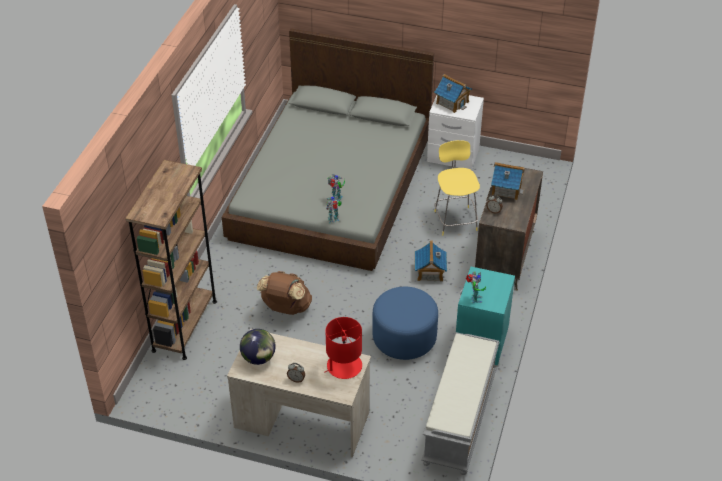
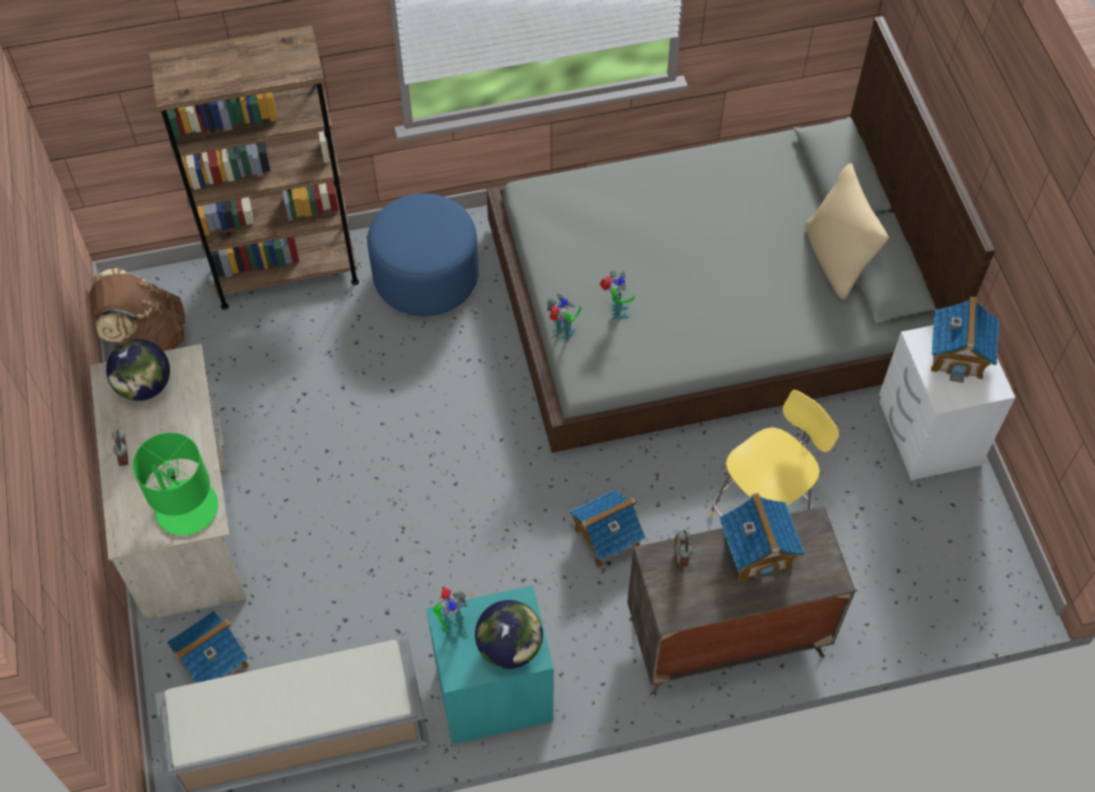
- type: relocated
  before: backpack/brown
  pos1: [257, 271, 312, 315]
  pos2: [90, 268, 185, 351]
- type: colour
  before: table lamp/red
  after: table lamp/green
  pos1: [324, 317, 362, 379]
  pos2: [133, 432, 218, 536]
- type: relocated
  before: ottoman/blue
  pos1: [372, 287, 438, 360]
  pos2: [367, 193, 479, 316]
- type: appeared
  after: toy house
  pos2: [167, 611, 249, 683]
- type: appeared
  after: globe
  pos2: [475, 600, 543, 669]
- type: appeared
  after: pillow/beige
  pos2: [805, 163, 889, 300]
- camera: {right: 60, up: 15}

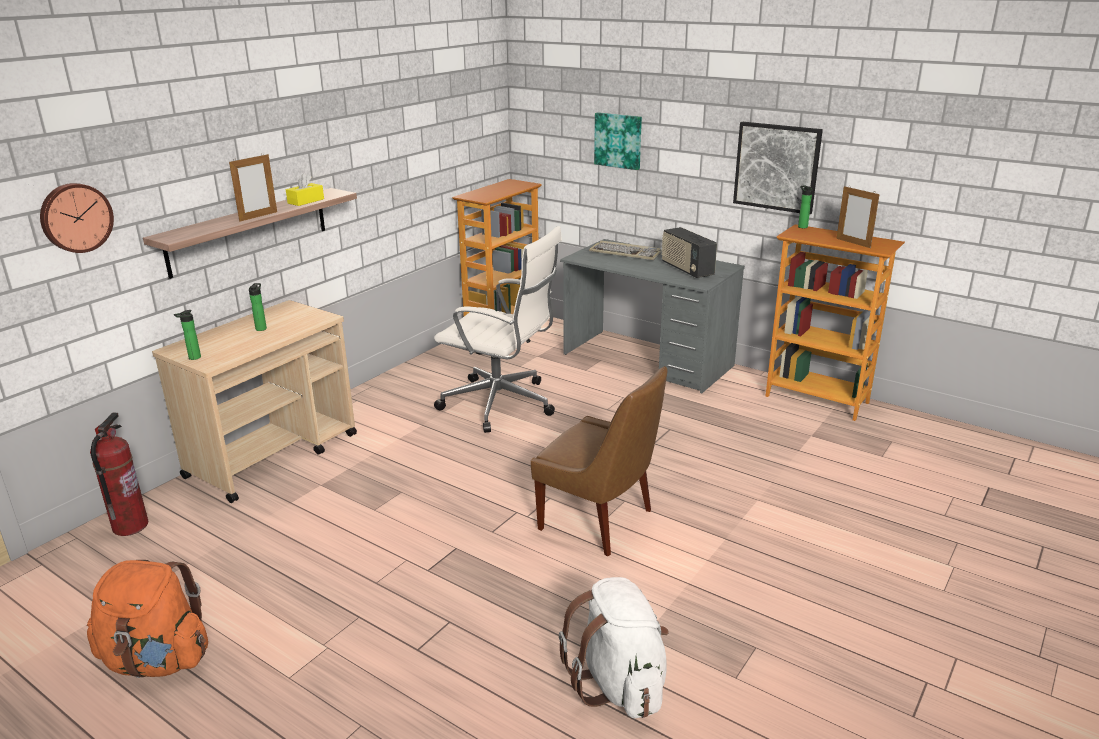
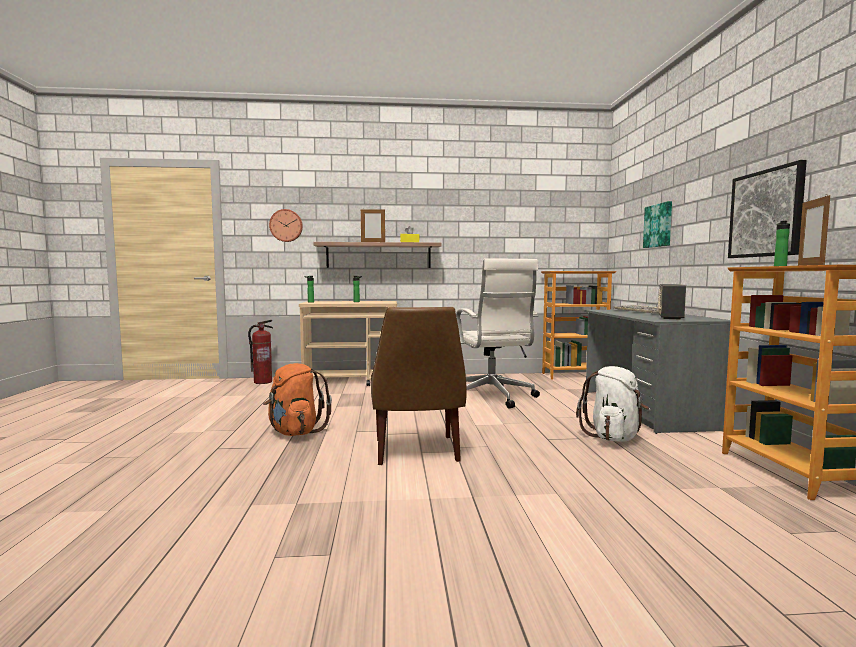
- type: relocated
  before: backpack/orange
  pos1: [87, 560, 208, 678]
  pos2: [263, 363, 332, 436]
- type: relocated
  before: backpack/white
  pos1: [559, 577, 669, 718]
  pos2: [576, 366, 649, 442]
- camera: {right: 50, up: -20}

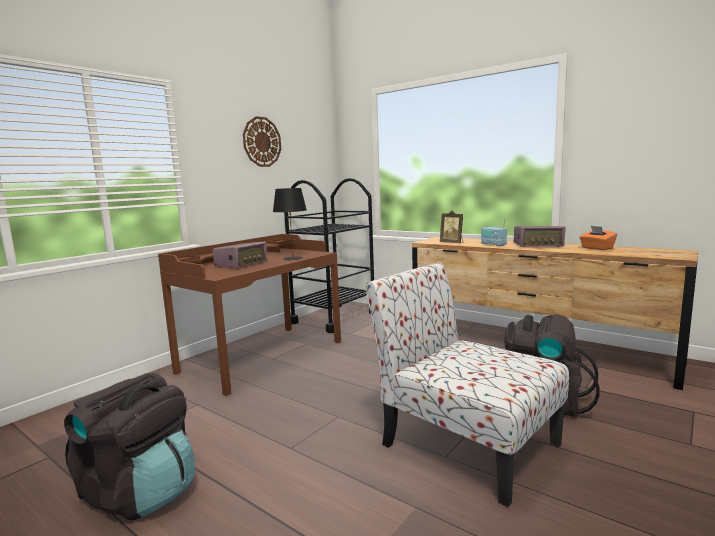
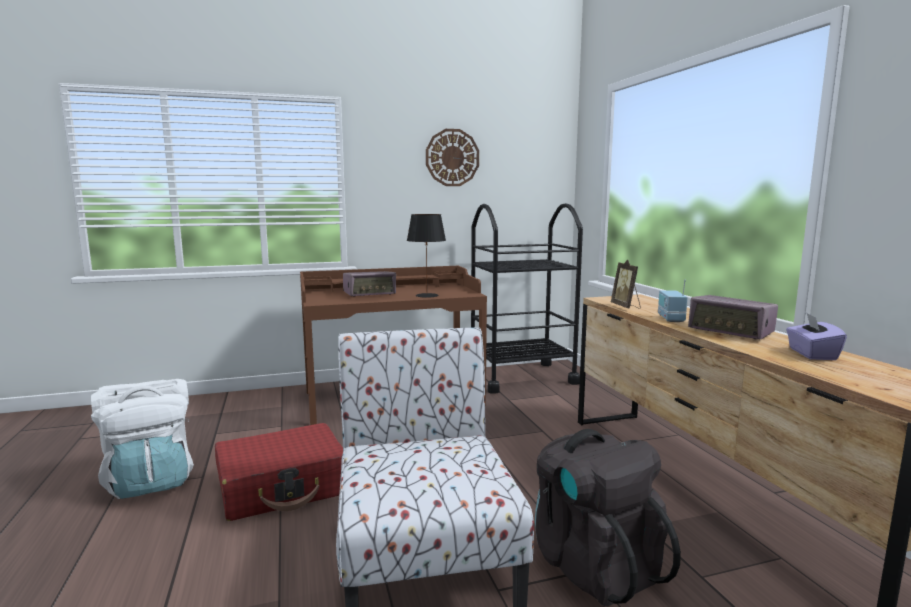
- type: colour
  before: backpack/black
  after: backpack/white
  pos1: [64, 373, 195, 520]
  pos2: [91, 379, 194, 499]
- type: colour
  before: tissue box/orange
  after: tissue box/purple
  pos1: [579, 226, 617, 250]
  pos2: [786, 312, 847, 360]
- type: appeared
  after: suitcase/red
  pos2: [215, 423, 343, 521]
- camera: {right: 35, up: 0}

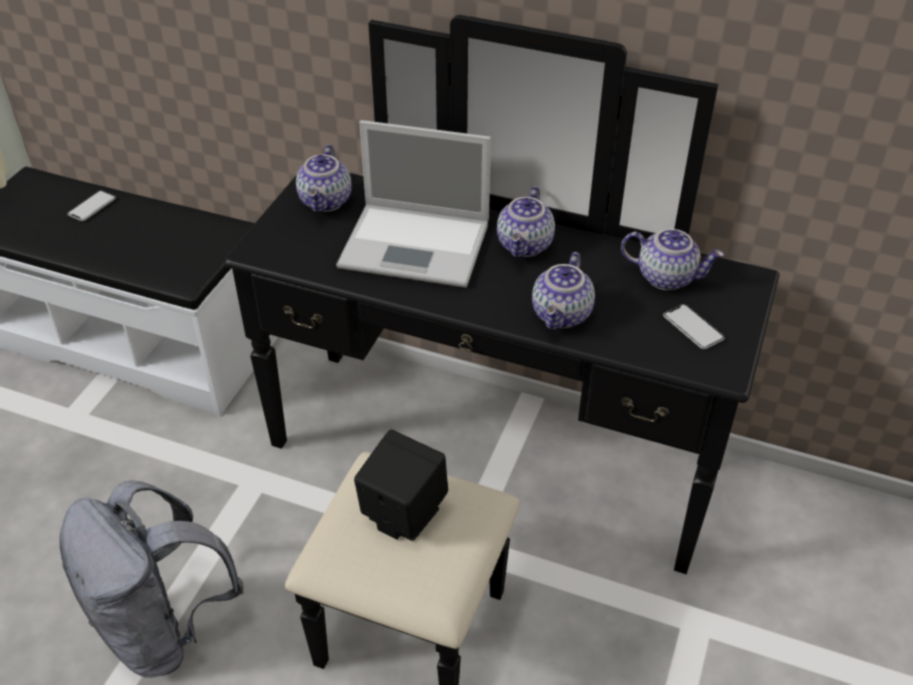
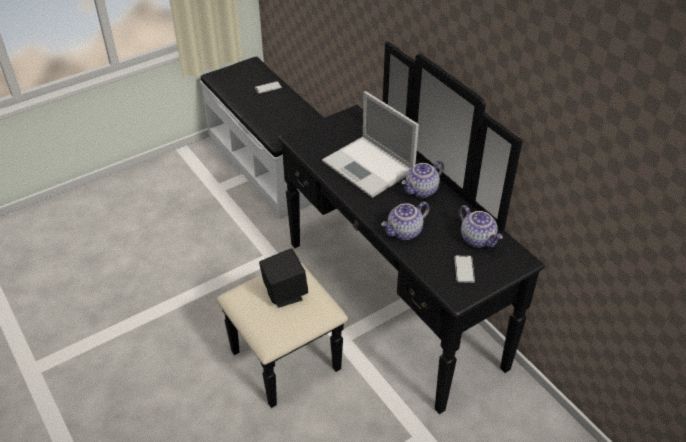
- type: missing
  before: backpack/grey
  pos1: [59, 480, 244, 678]
- type: missing
  before: teapot
  pos1: [296, 144, 352, 213]
- camera: {right: 35, up: 0}

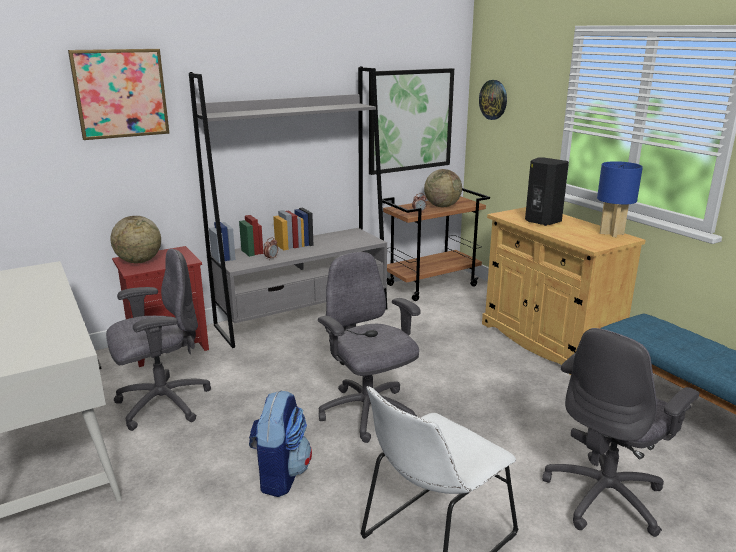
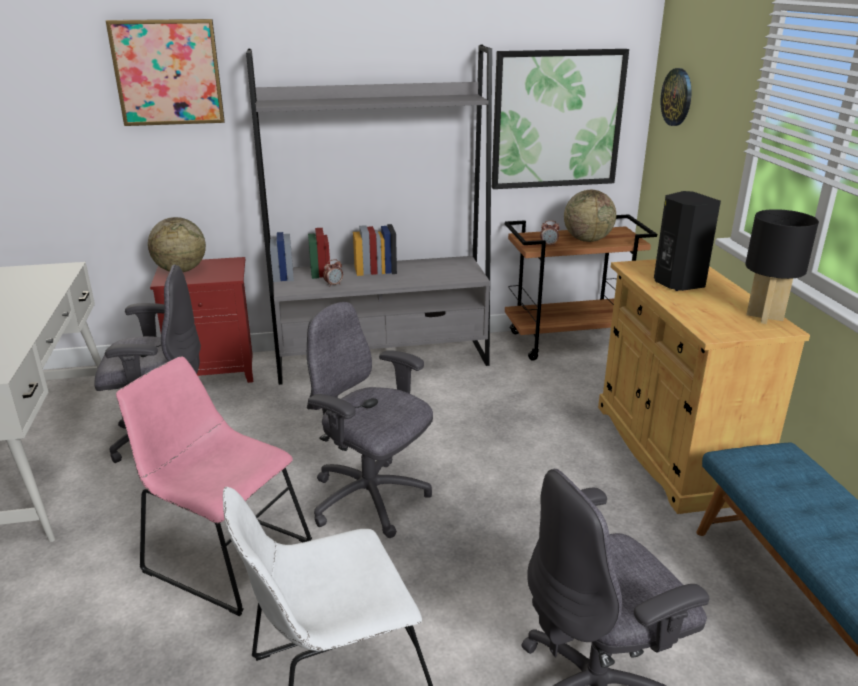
- type: exchanged
  before: backpack
  after: chair/pink
  pos1: [249, 390, 312, 497]
  pos2: [116, 356, 312, 616]
- type: spun
  before: office chair/grey
  pos1: [318, 252, 421, 443]
  pos2: [307, 302, 433, 538]
  turn: -45
- type: colour
  before: table lamp/blue
  after: table lamp/black
  pos1: [597, 161, 643, 237]
  pos2: [745, 209, 819, 324]
- camera: {right: 20, up: 5}

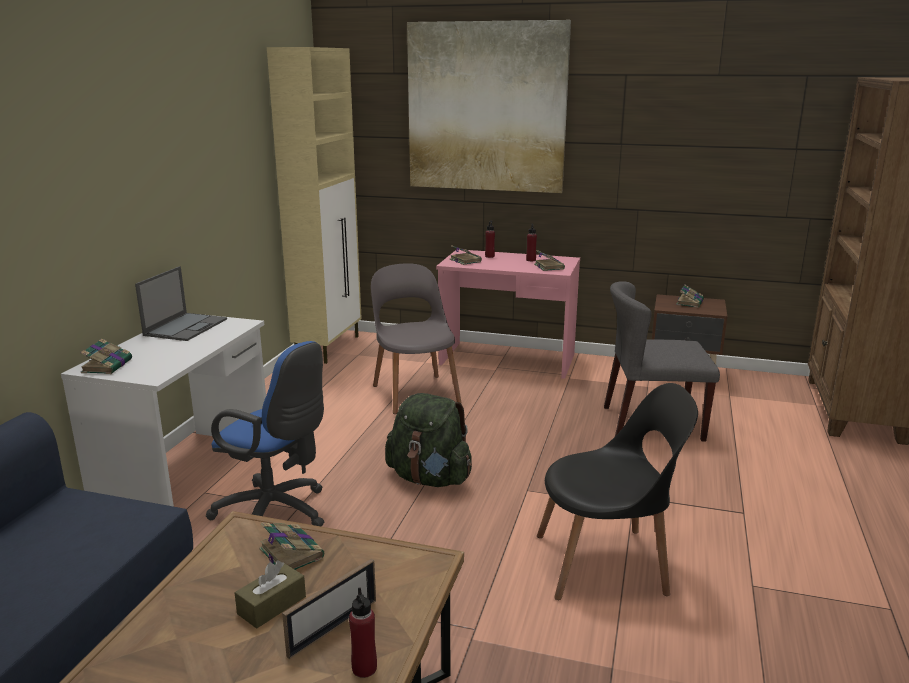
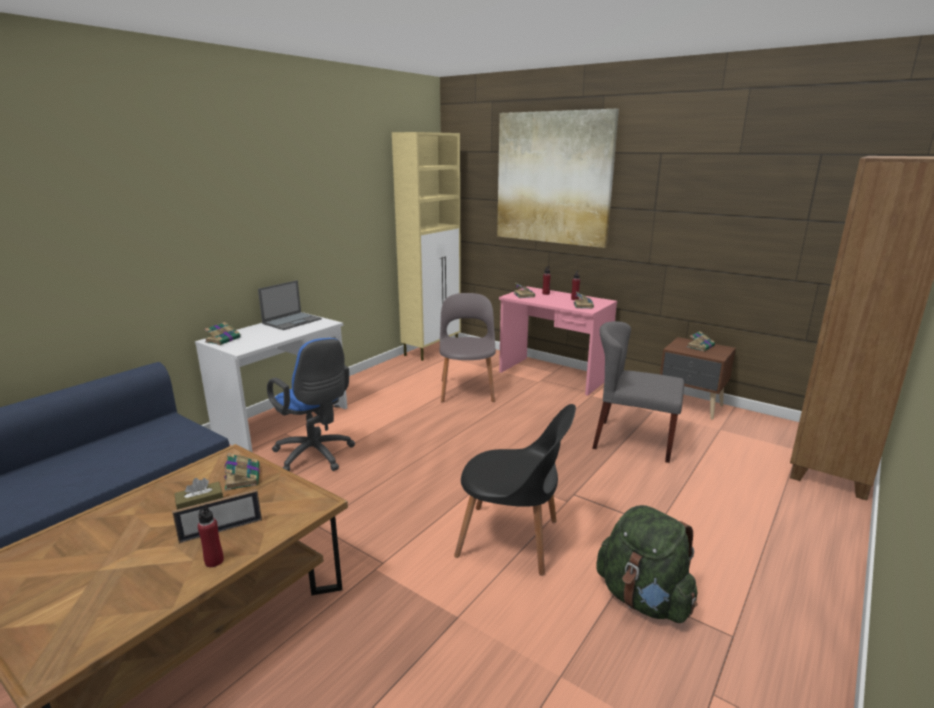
- type: relocated
  before: backpack/green
  pos1: [385, 393, 472, 487]
  pos2: [596, 505, 697, 623]
- camera: {right: 20, up: 0}

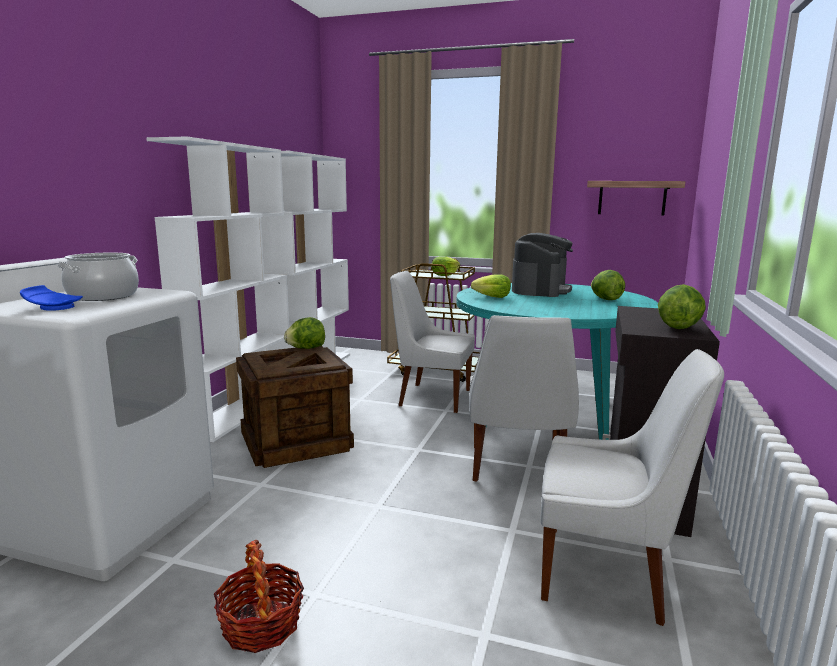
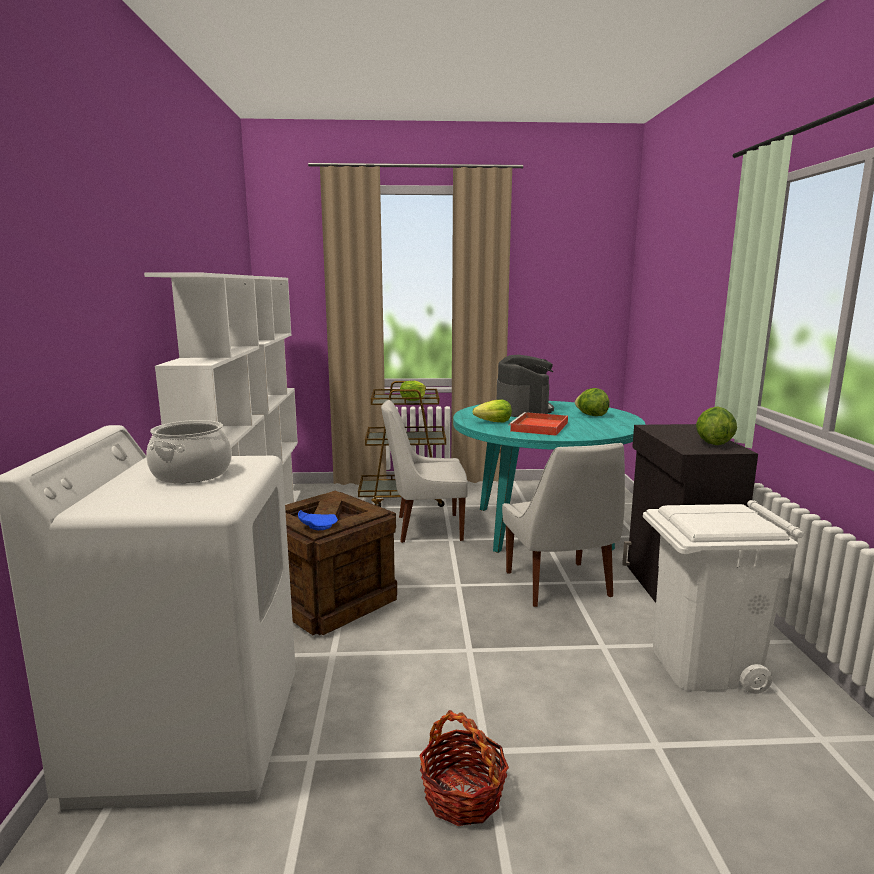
- type: relocated
  before: plate/blue
  pos1: [20, 285, 83, 311]
  pos2: [298, 510, 338, 530]
- type: missing
  before: lettuce
  pos1: [284, 317, 325, 349]
- type: exchanged
  before: chair/white
  after: trash can/white
  pos1: [540, 349, 724, 626]
  pos2: [643, 500, 804, 694]
- type: missing
  before: shelf
  pos1: [587, 181, 686, 216]
- type: appeared
  after: tray/red
  pos2: [508, 412, 568, 436]
- camera: {right: -20, up: 0}

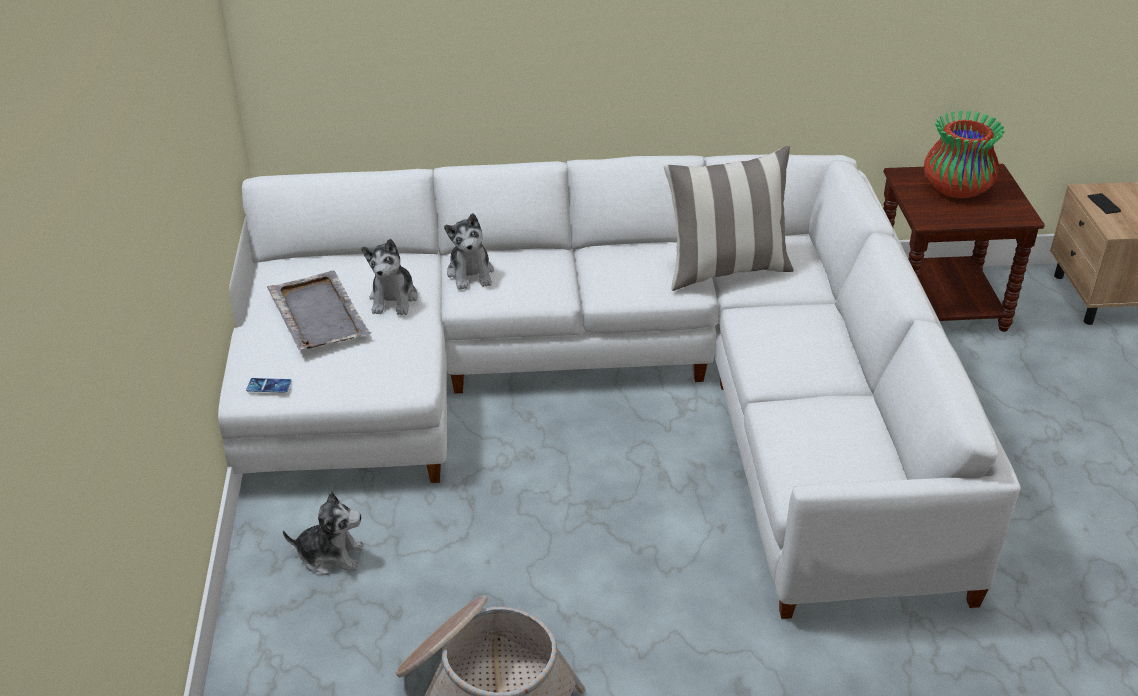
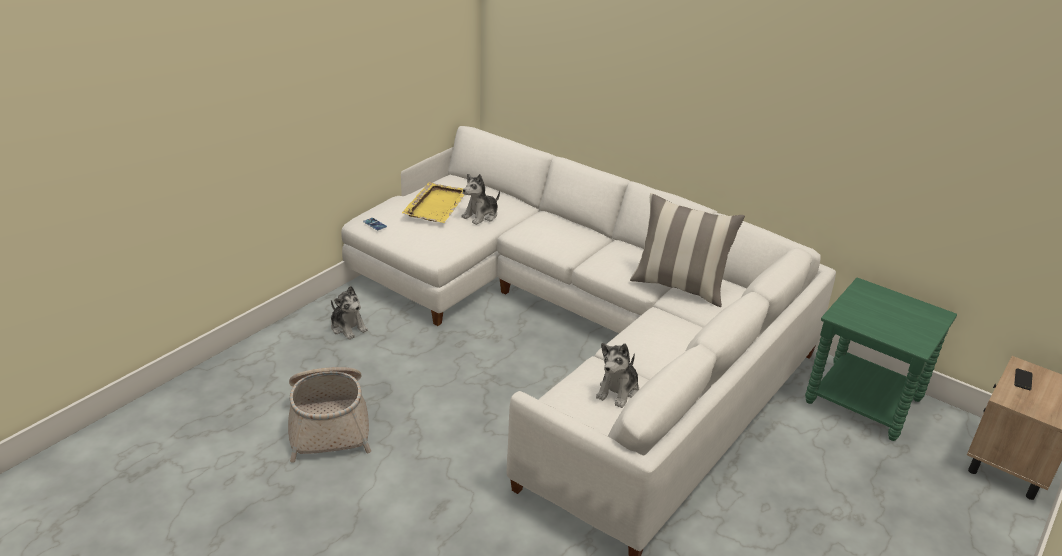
- type: colour
  before: tray/grey
  after: tray/yellow
  pos1: [267, 271, 372, 350]
  pos2: [402, 182, 465, 223]
- type: relocated
  before: plush toy
  pos1: [444, 213, 494, 290]
  pos2: [596, 343, 639, 408]
- type: colour
  before: side table/brown
  after: side table/green
  pos1: [883, 164, 1045, 332]
  pos2: [805, 278, 957, 441]
- type: missing
  before: vase
  pos1: [924, 110, 1005, 199]
- camera: {right: 40, up: -5}

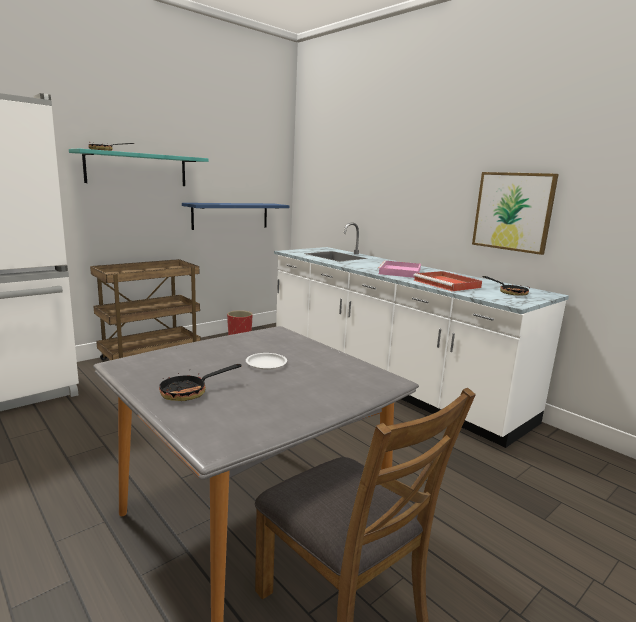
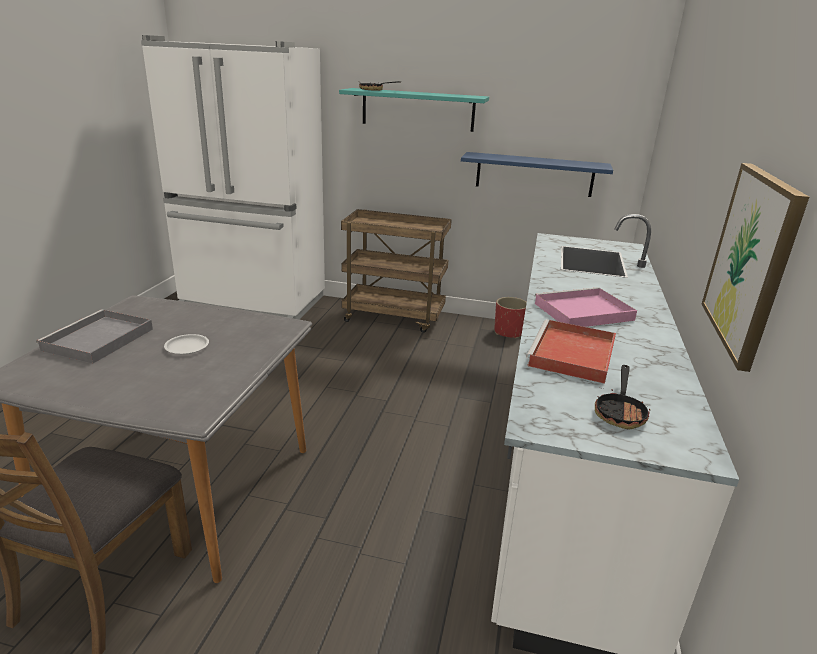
- type: exchanged
  before: frying pan
  after: tray/grey
  pos1: [159, 364, 242, 401]
  pos2: [36, 309, 153, 364]
- camera: {right: 55, up: 10}

